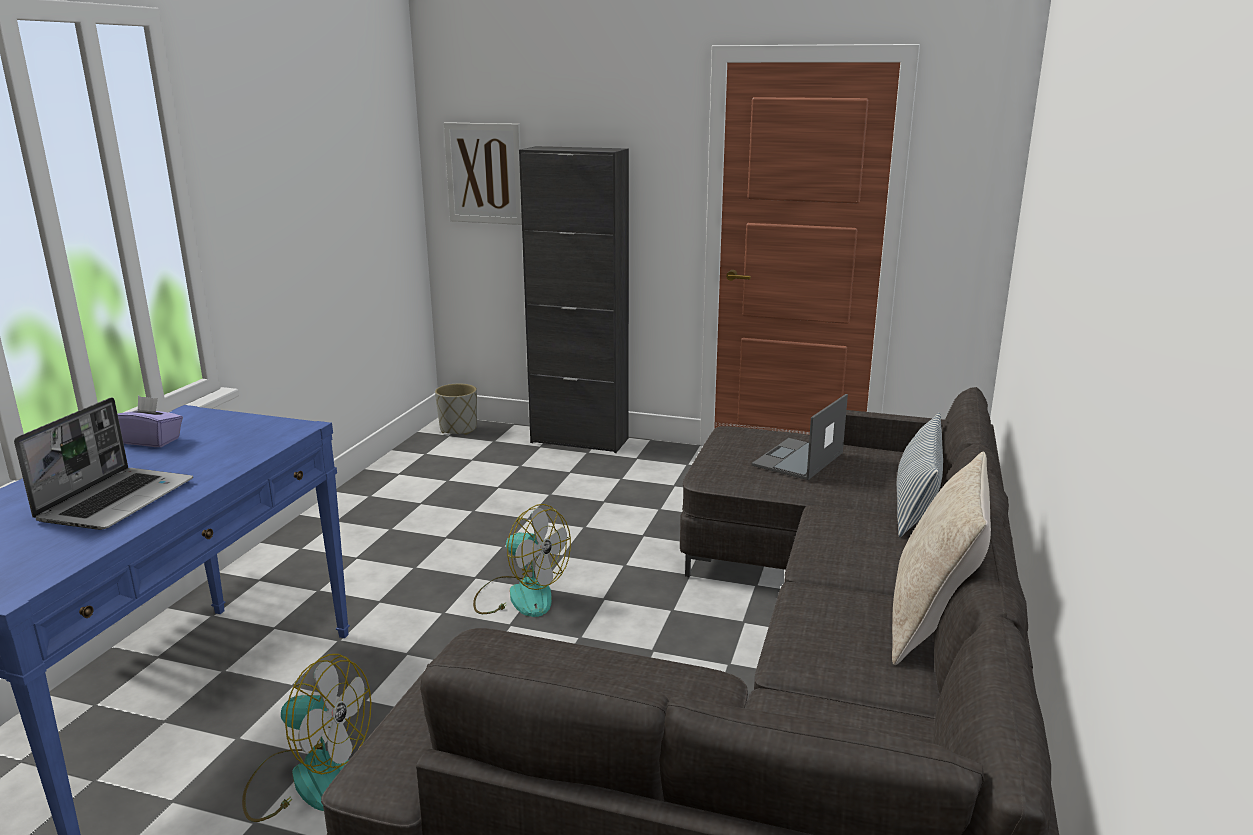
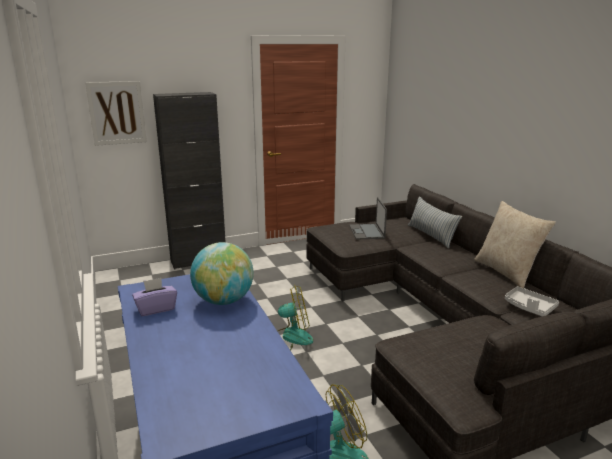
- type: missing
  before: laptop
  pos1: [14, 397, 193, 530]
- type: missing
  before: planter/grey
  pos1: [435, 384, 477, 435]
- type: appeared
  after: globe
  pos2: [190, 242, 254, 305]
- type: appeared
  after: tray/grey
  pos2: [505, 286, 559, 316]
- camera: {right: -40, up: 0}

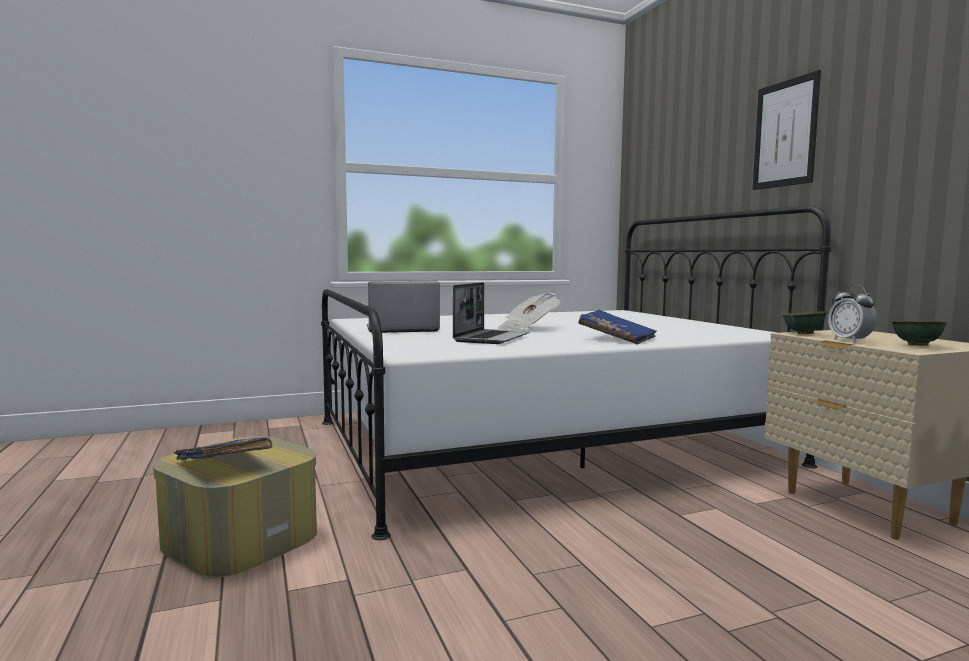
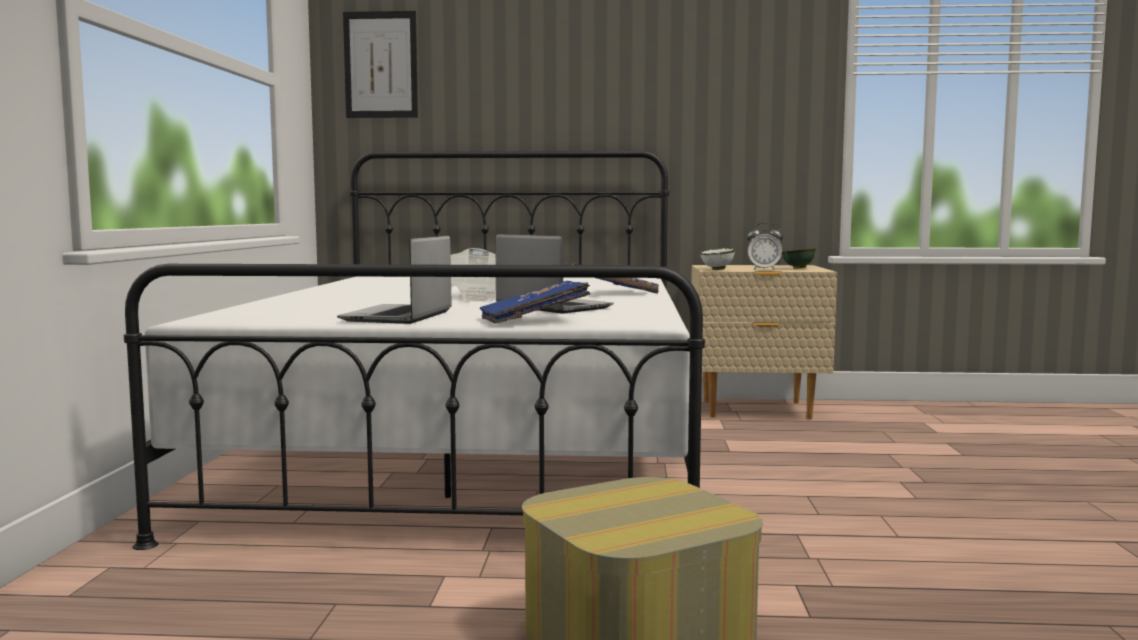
- type: relocated
  before: book/blue
  pos1: [174, 437, 272, 460]
  pos2: [480, 281, 590, 324]
- type: relocated
  before: picture
  pos1: [753, 70, 821, 190]
  pos2: [343, 11, 418, 118]
- type: colour
  before: bowl/green
  after: bowl/white
  pos1: [782, 311, 827, 334]
  pos2: [699, 248, 735, 270]
- camera: {right: -65, up: 0}

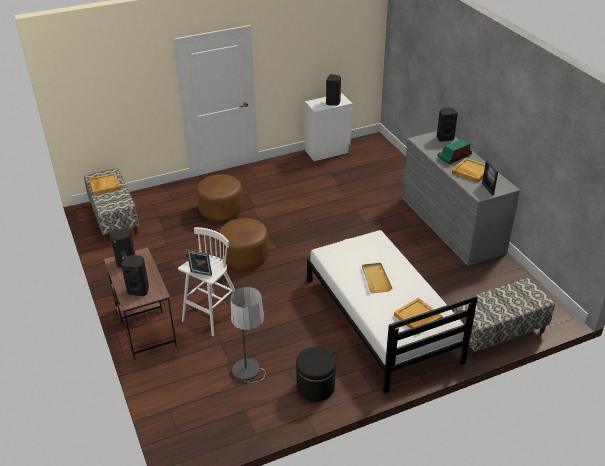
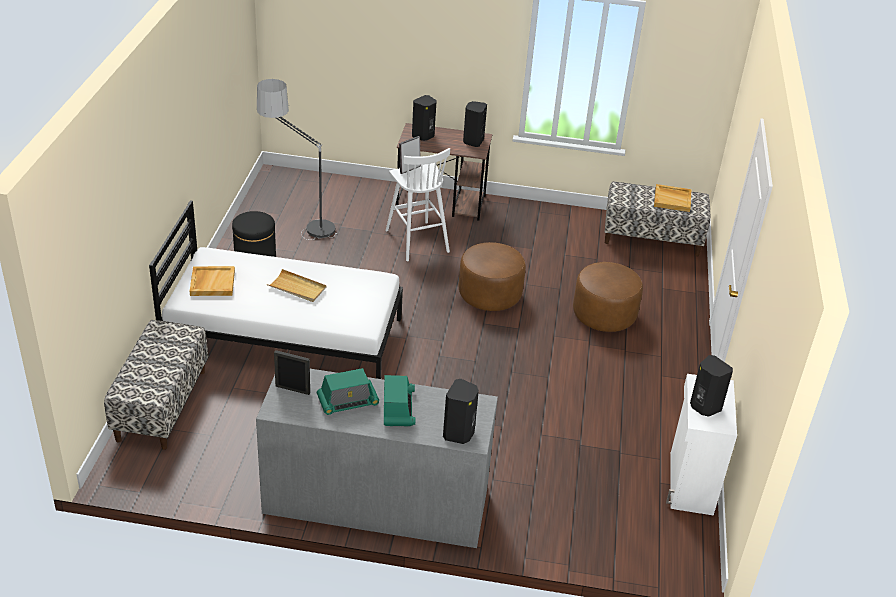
- type: exchanged
  before: tray/beige
  after: radio
  pos1: [452, 158, 485, 182]
  pos2: [317, 368, 379, 415]
- camera: {right: 120, up: 0}

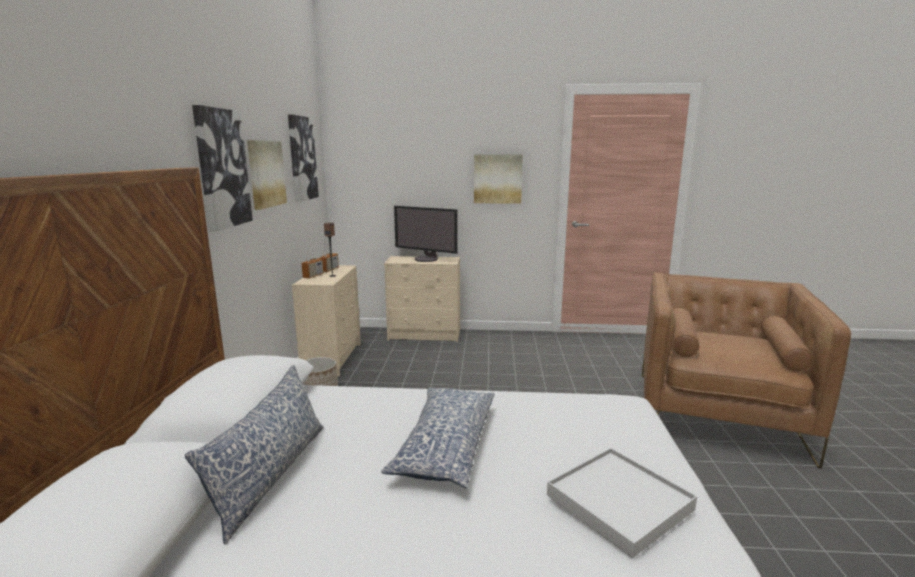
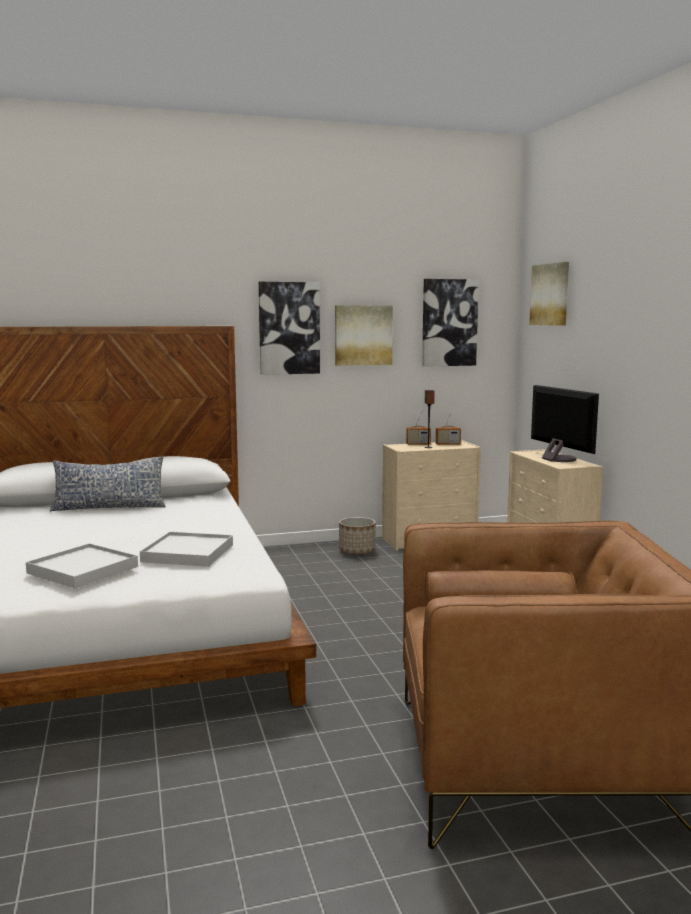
- type: missing
  before: pillow
  pos1: [381, 388, 495, 488]
- type: spun
  before: monitor
  pos1: [394, 206, 458, 262]
  pos2: [531, 385, 599, 462]
  turn: 150
- type: relocated
  before: picture
  pos1: [474, 154, 523, 204]
  pos2: [529, 262, 569, 326]
- type: appeared
  after: tray/white
  pos2: [140, 532, 233, 567]
- camera: {right: 70, up: -5}

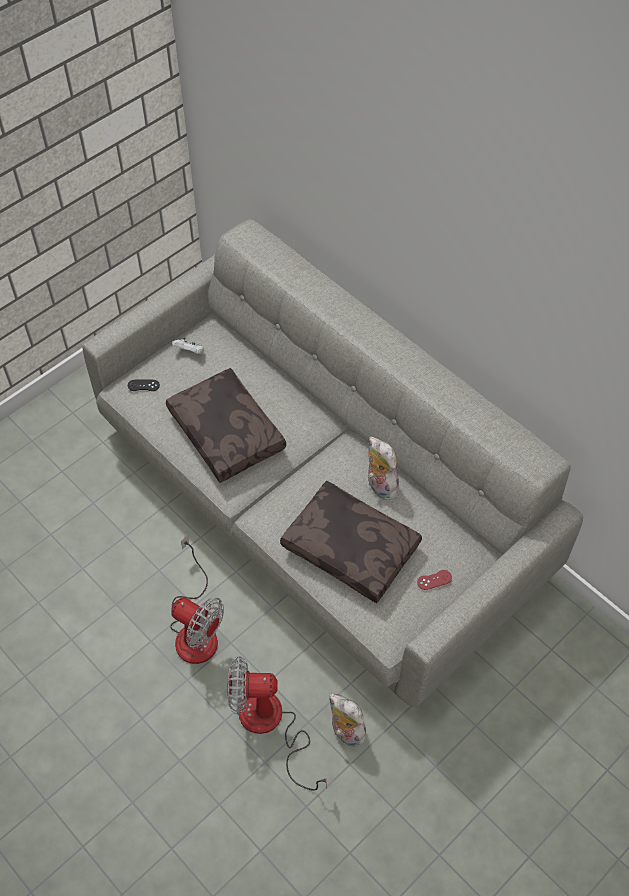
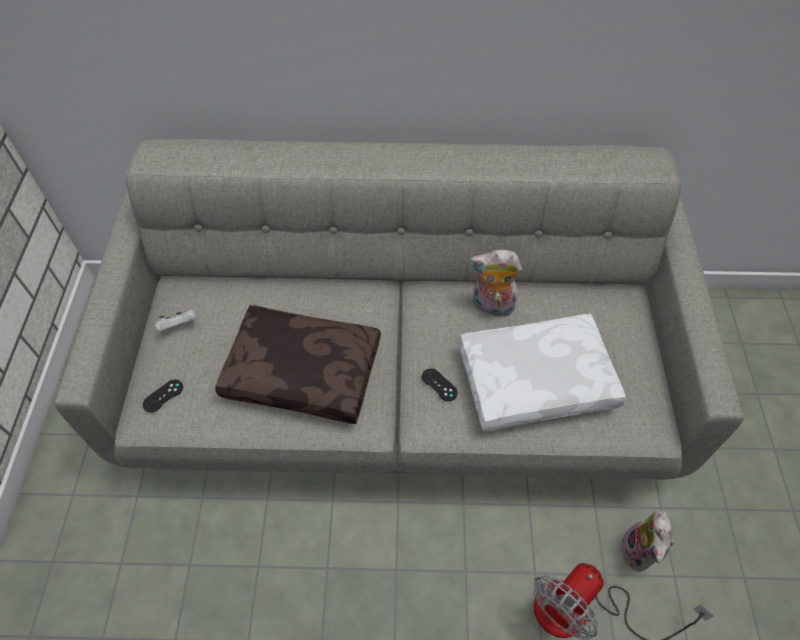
- type: missing
  before: fan
  pos1: [170, 534, 224, 664]
- type: colour
  before: pillow/brown
  after: pillow/white
  pos1: [280, 481, 422, 603]
  pos2: [458, 314, 626, 431]
- type: spun
  before: plush toy
  pos1: [329, 694, 366, 747]
  pos2: [620, 511, 673, 571]
  turn: -75
- type: missing
  before: game controller/red
  pos1: [417, 570, 452, 590]
- type: appeared
  after: game controller/black
  pos2: [422, 368, 458, 401]
- camera: {right: -45, up: 0}

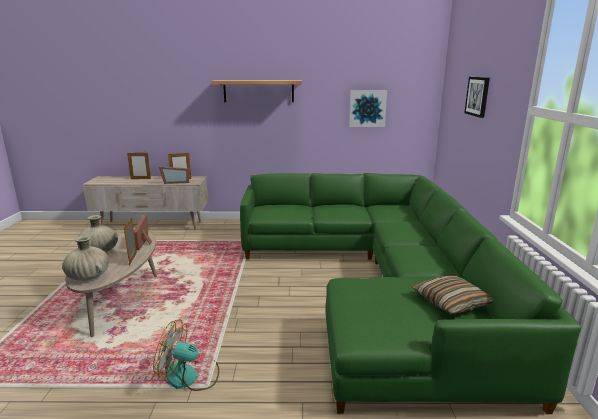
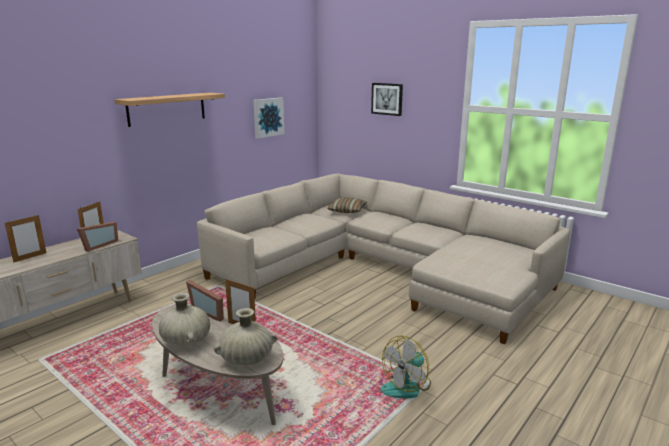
- type: colour
  before: sofa/green
  after: sofa/beige
  pos1: [240, 173, 581, 414]
  pos2: [197, 174, 570, 344]
- type: relocated
  before: pillow
  pos1: [412, 276, 493, 315]
  pos2: [327, 198, 367, 213]
- camera: {right: -50, up: 0}

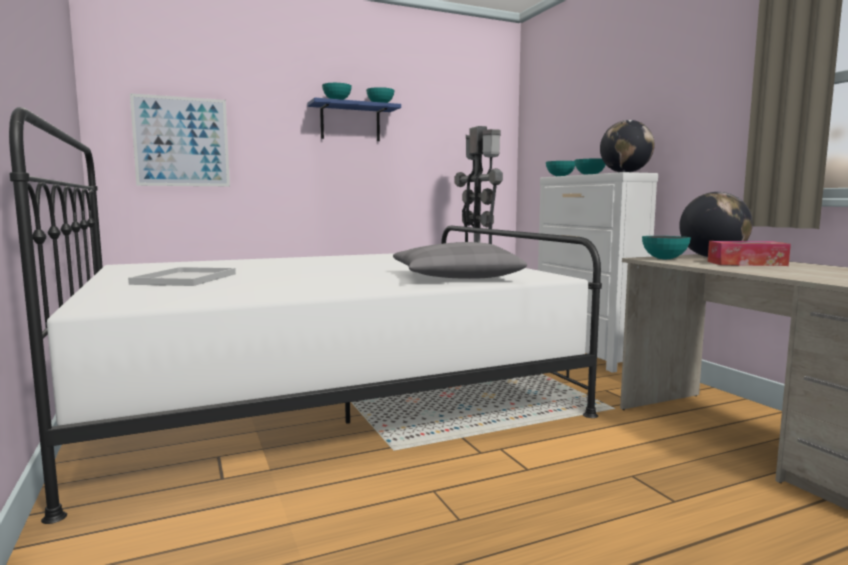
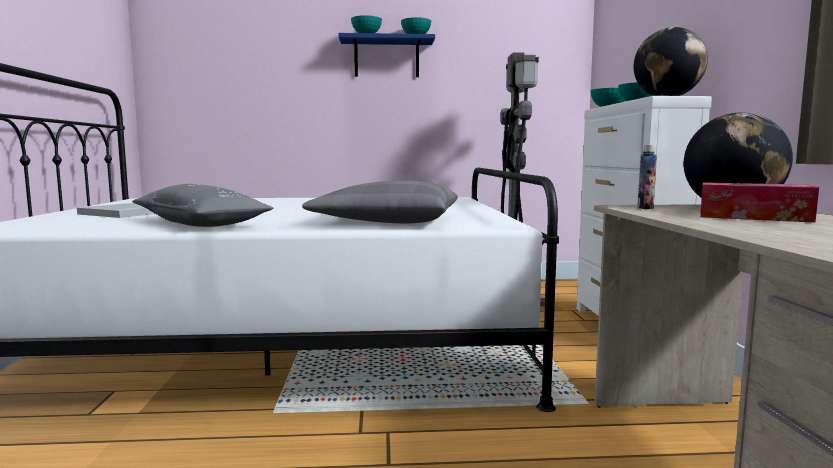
- type: missing
  before: picture
  pos1: [130, 93, 230, 186]
- type: exchanged
  before: bowl
  after: bottle
  pos1: [642, 236, 691, 260]
  pos2: [638, 145, 657, 209]
- type: appeared
  after: pillow/grey
  pos2: [132, 184, 274, 227]
- camera: {right: 20, up: 0}

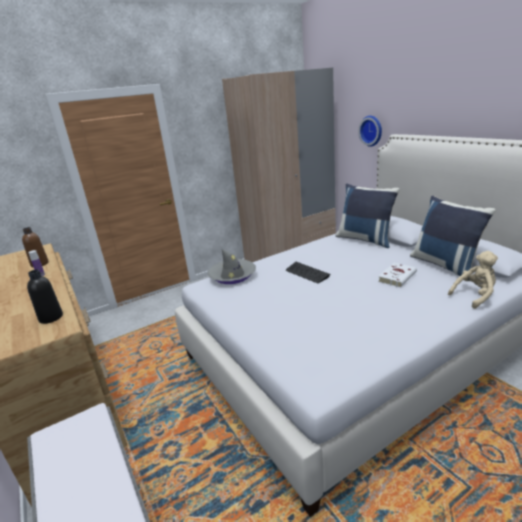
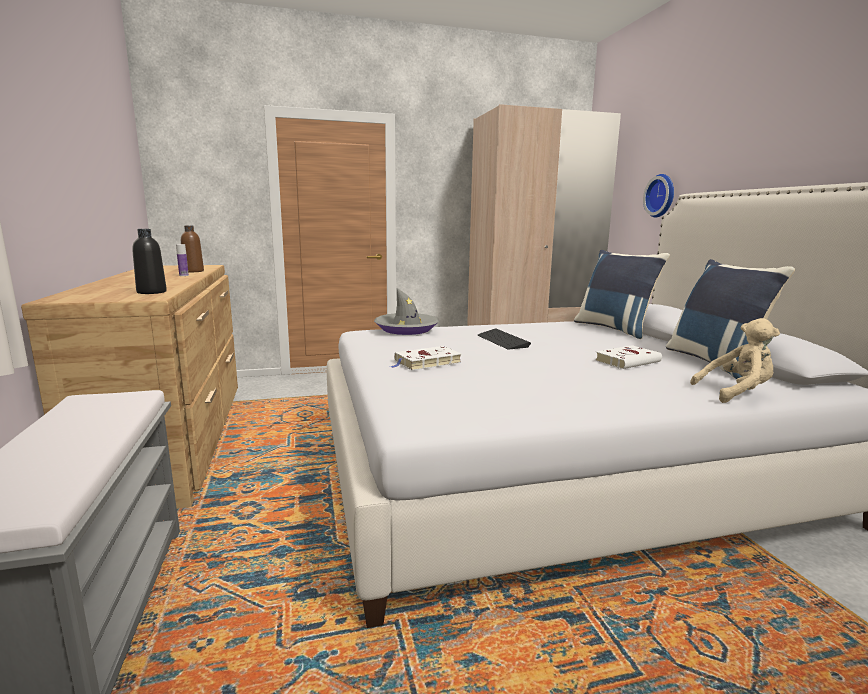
- type: appeared
  after: book/white
  pos2: [390, 346, 462, 371]
- camera: {right: 15, up: -10}

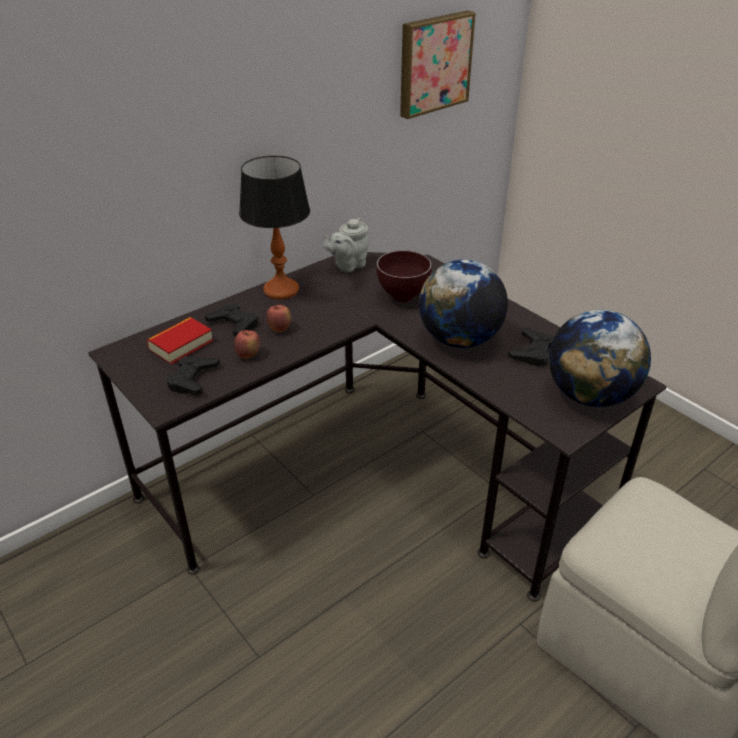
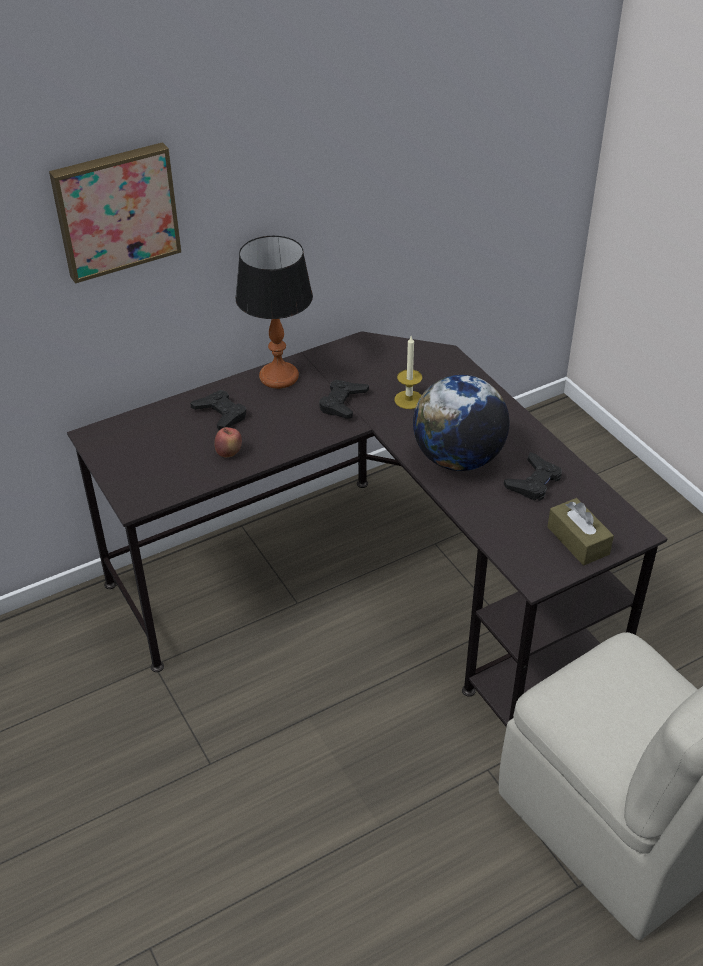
- type: missing
  before: book
  pos1: [147, 317, 213, 364]
- type: relocated
  before: game controller/black
  pos1: [167, 356, 220, 395]
  pos2: [319, 380, 369, 419]
- type: missing
  before: apple
  pos1: [266, 305, 291, 332]
- type: missing
  before: teapot/grey
  pos1: [323, 218, 369, 272]
- type: exchanged
  before: bowl/brown
  after: candle
  pos1: [376, 250, 432, 302]
  pos2: [394, 336, 422, 409]
- type: relocated
  before: picture
  pos1: [400, 10, 476, 119]
  pos2: [49, 142, 181, 284]
- type: exchanged
  before: globe
  after: tissue box/brown
  pos1: [549, 310, 651, 407]
  pos2: [547, 498, 614, 566]
- camera: {right: 10, up: 5}

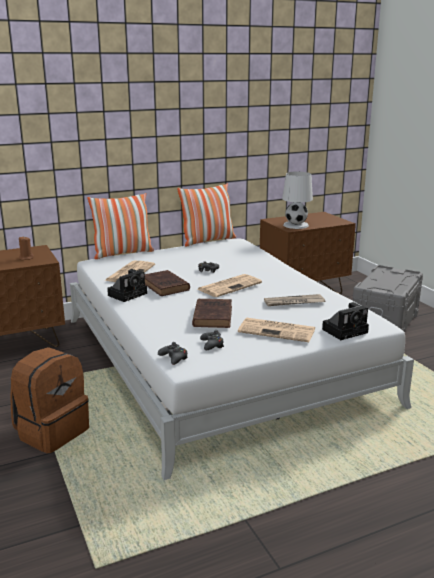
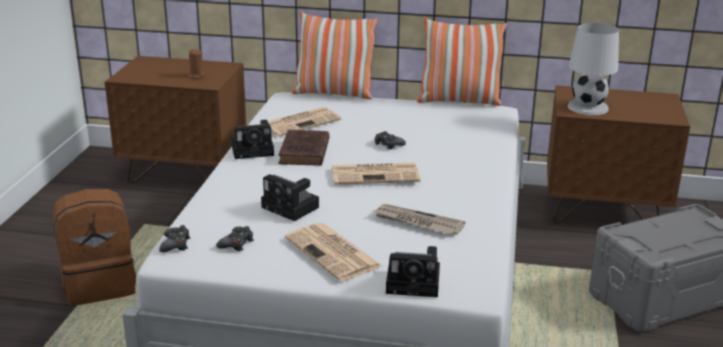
- type: exchanged
  before: book/brown
  after: photo camera
  pos1: [192, 299, 232, 328]
  pos2: [261, 174, 319, 221]
- camera: {right: 35, up: 5}

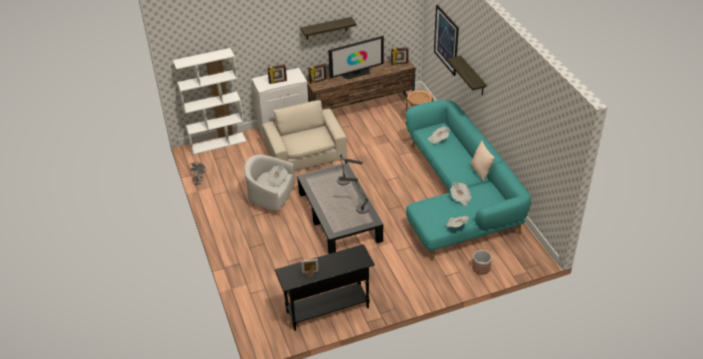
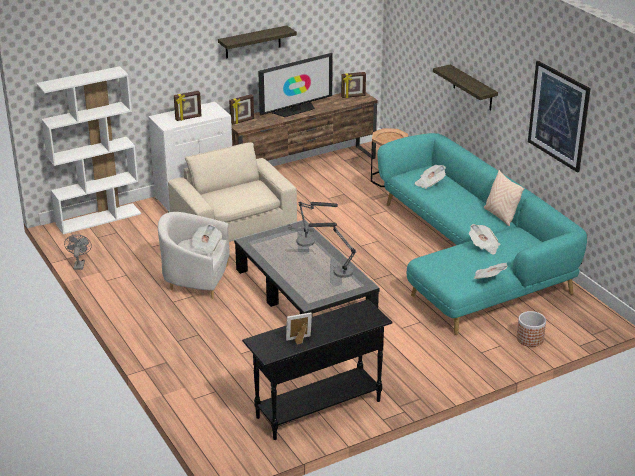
- type: relocated
  before: picture
  pos1: [434, 5, 459, 76]
  pos2: [528, 61, 591, 173]
- camera: {right: -10, up: -10}

